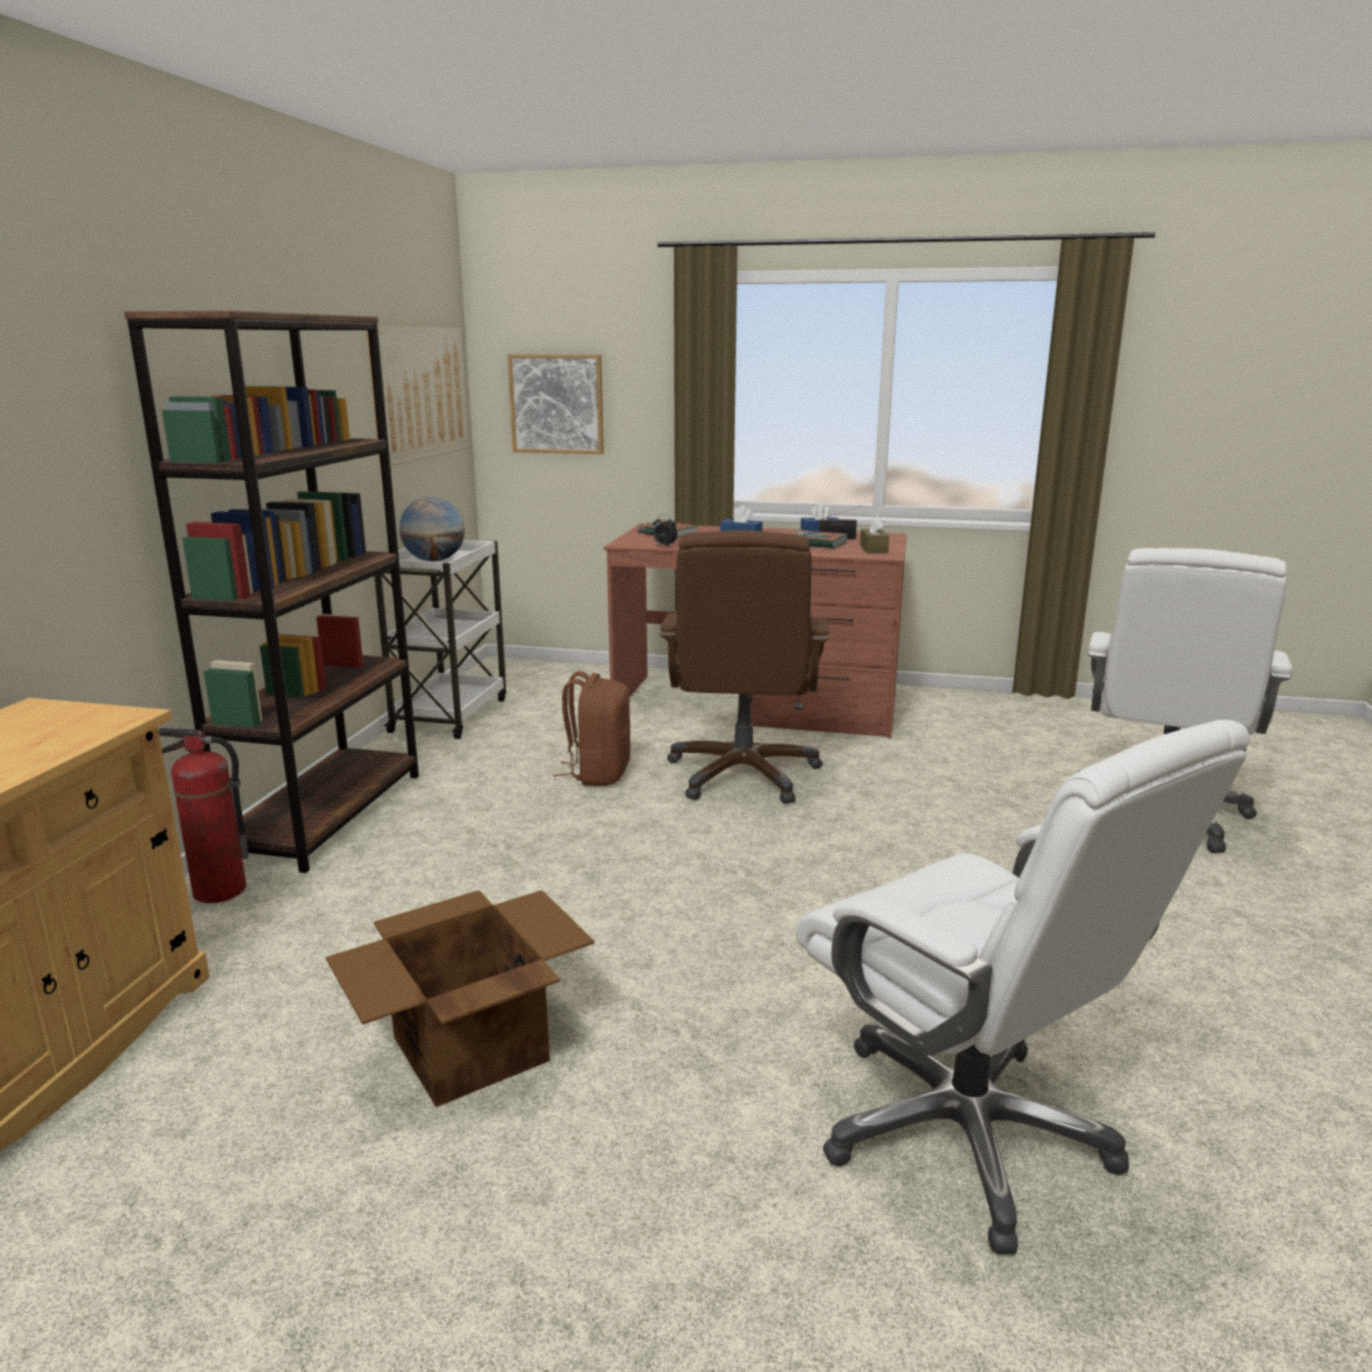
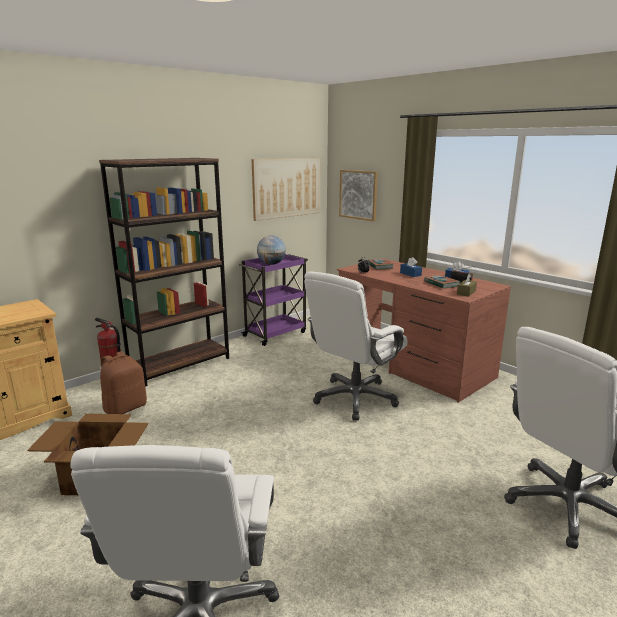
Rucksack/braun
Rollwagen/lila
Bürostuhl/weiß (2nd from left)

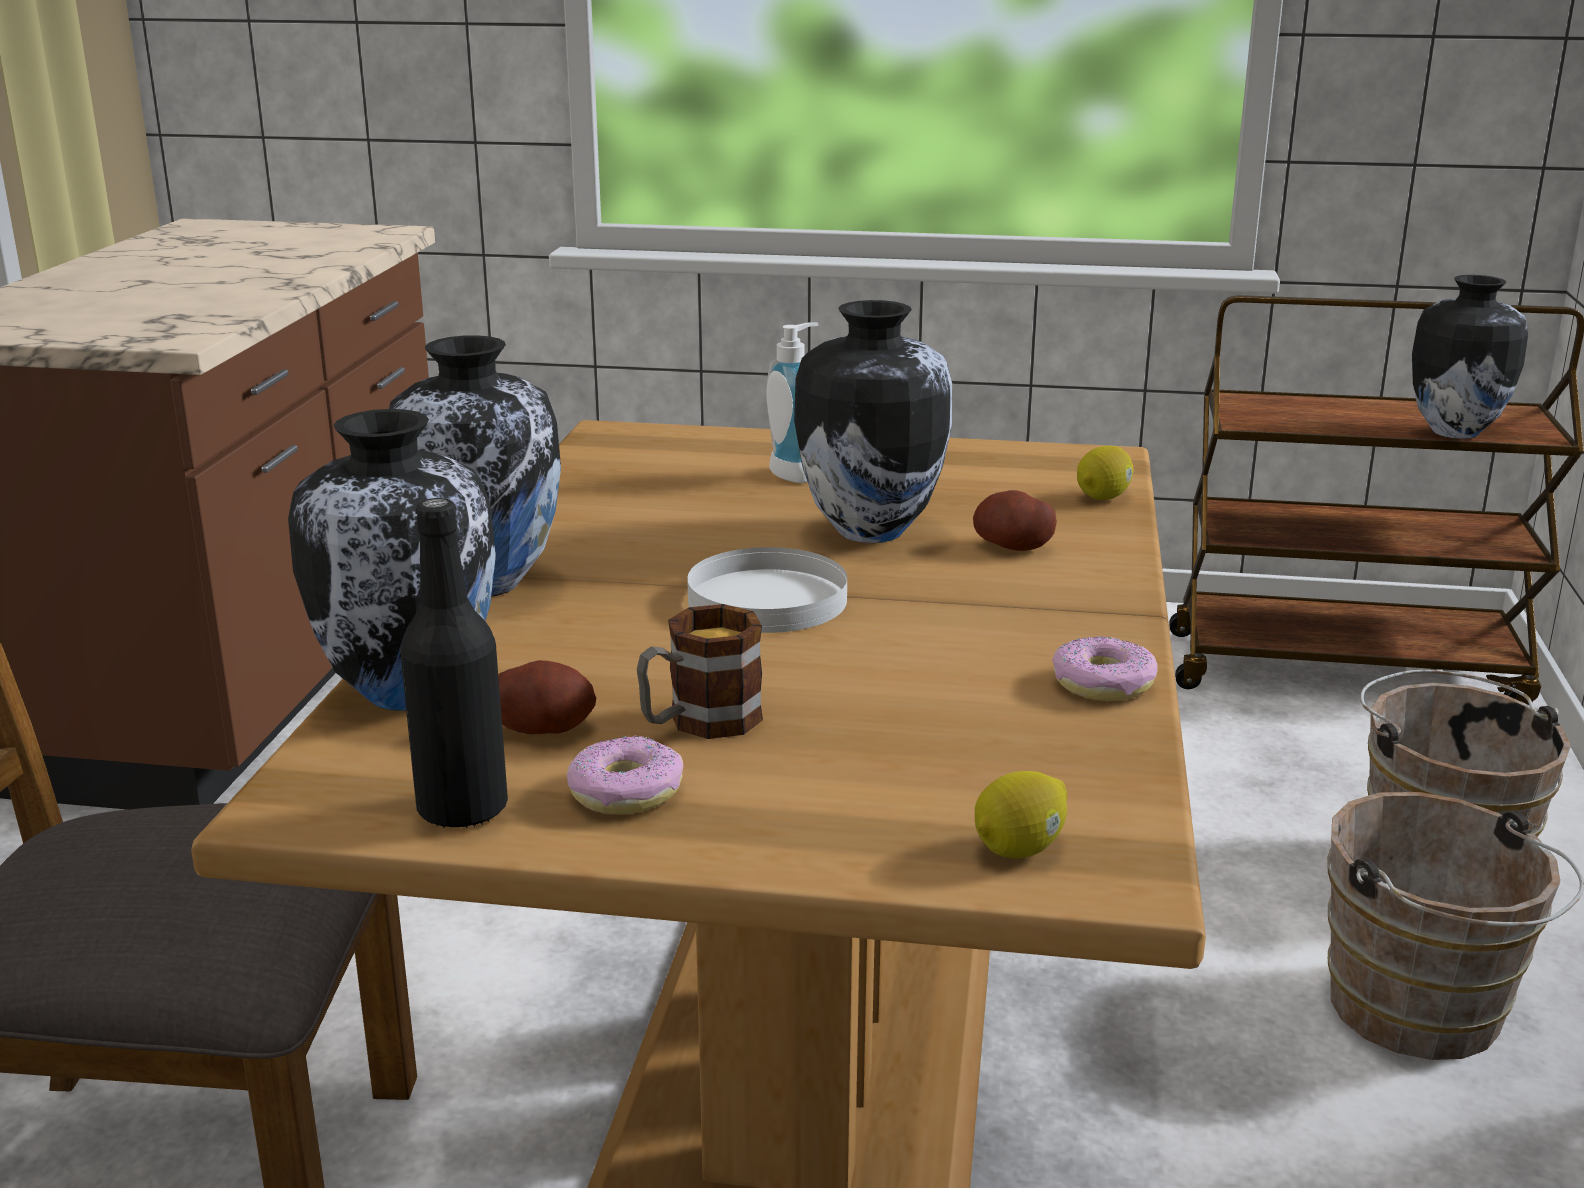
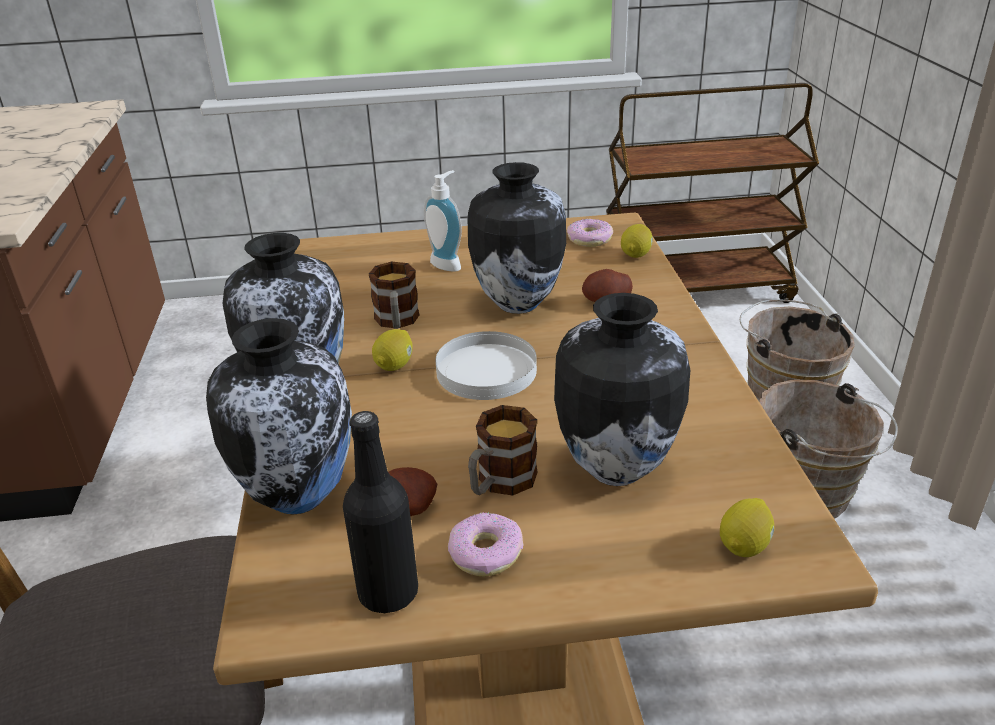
Henkelbecher (1st from left)
Zitrone (1st from left)
Donut (2nd from left)
Vase (4th from left)

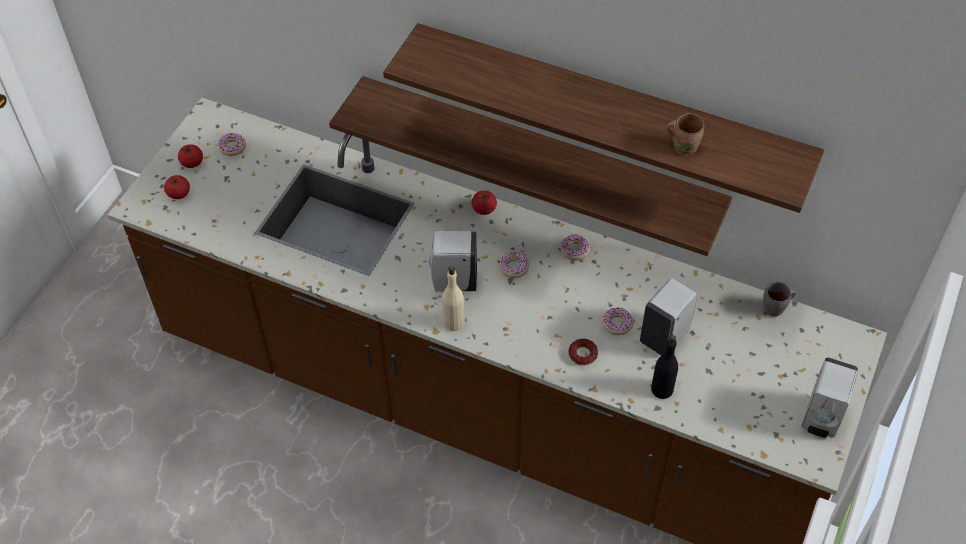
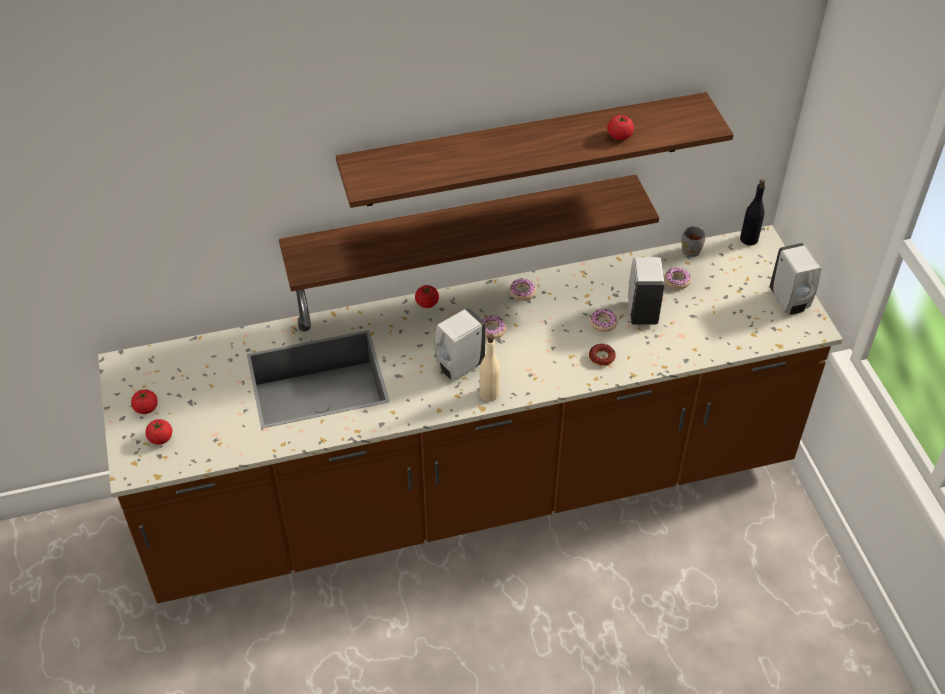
Donut (5th from left)
Flasche/schwarz
Tomate (4th from left)

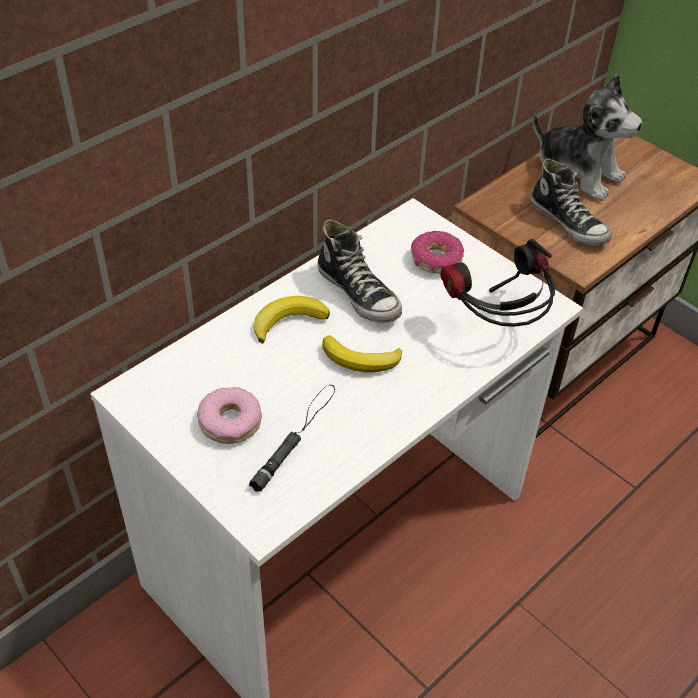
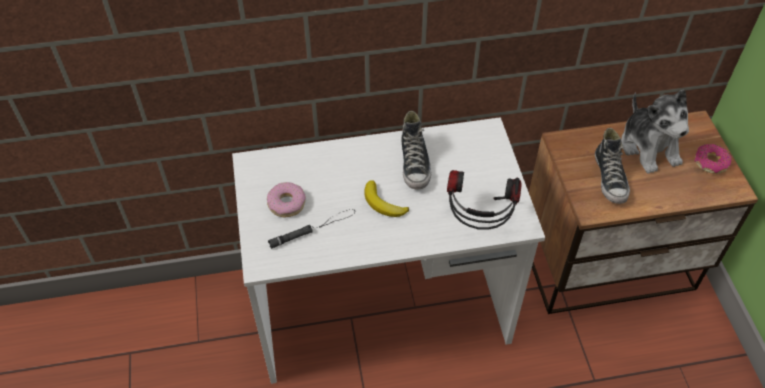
Banane (1st from left in the first image)
Donut (2nd from left)

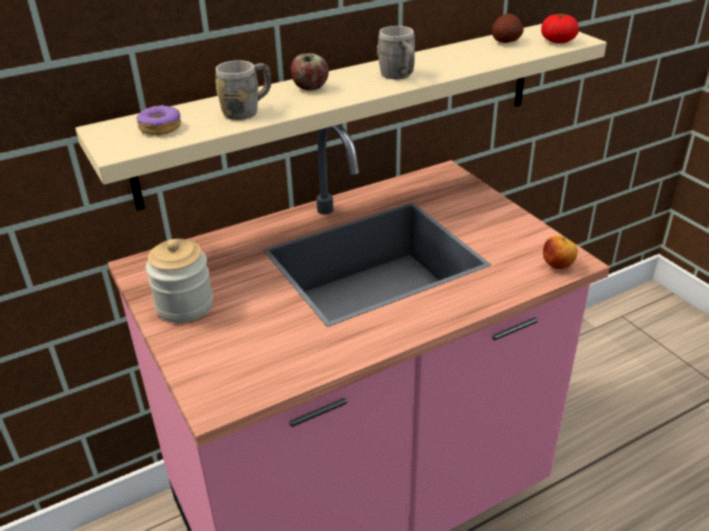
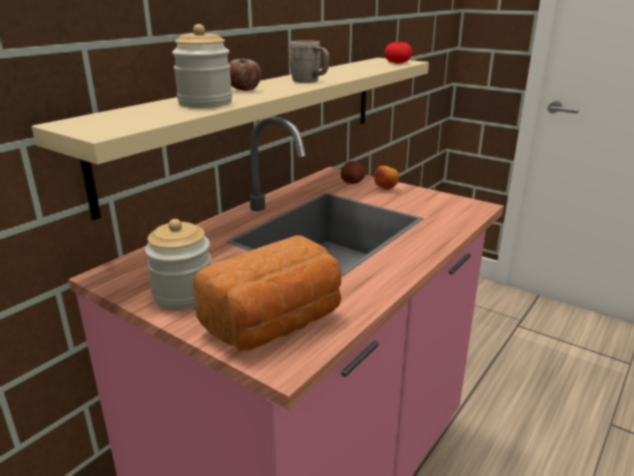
Donut
Brot
Kartoffel
Apfel (2nd from left)
Vorratsglas (2nd from left)

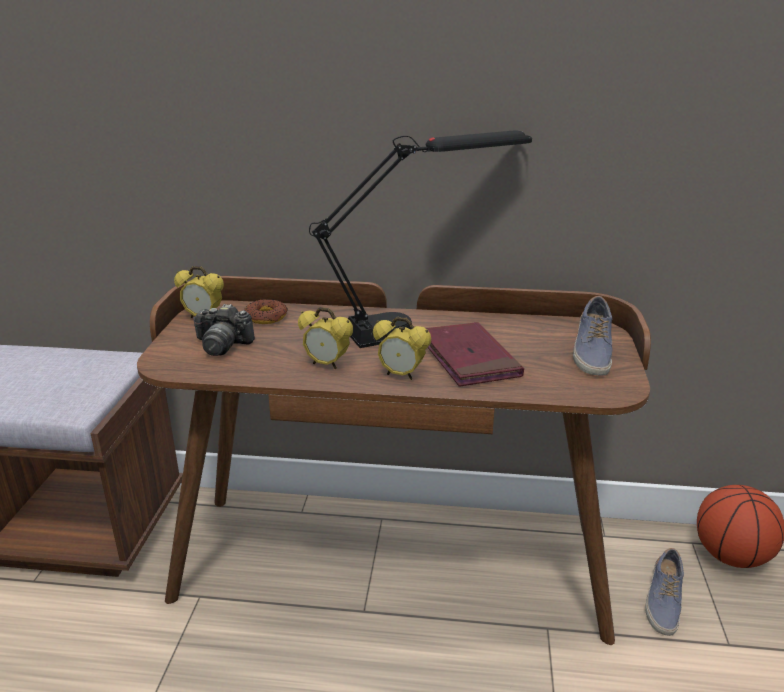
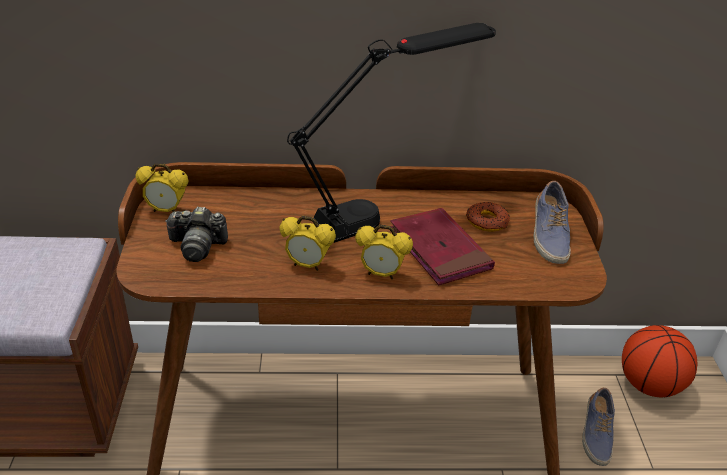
Donut

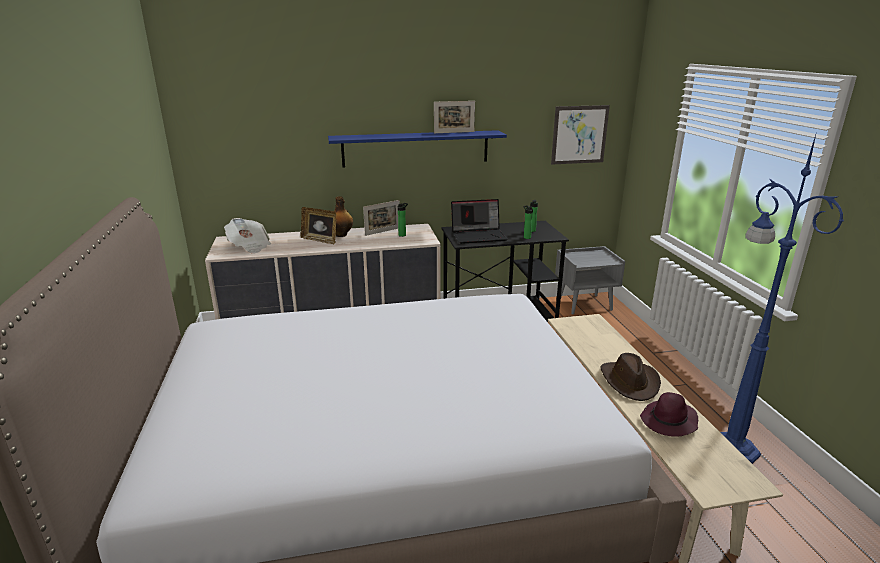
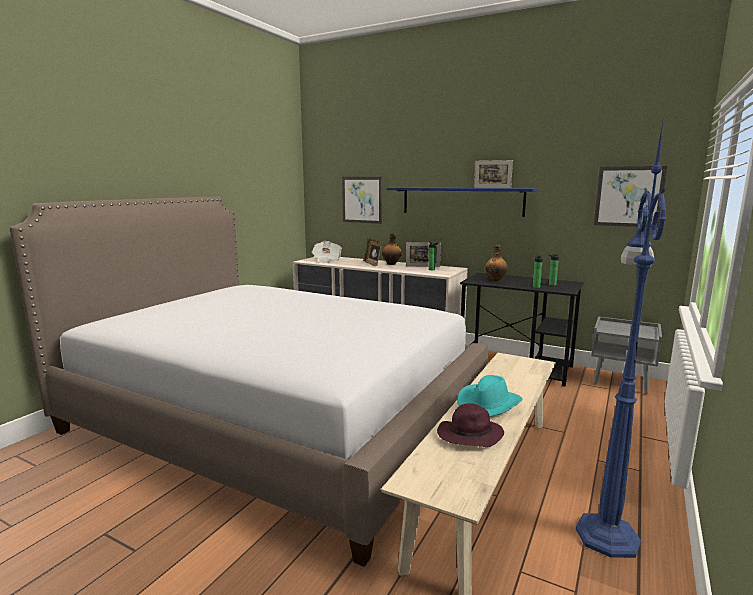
Bild (1st from left)
Flasche (3rd from left)
Hut/türkis

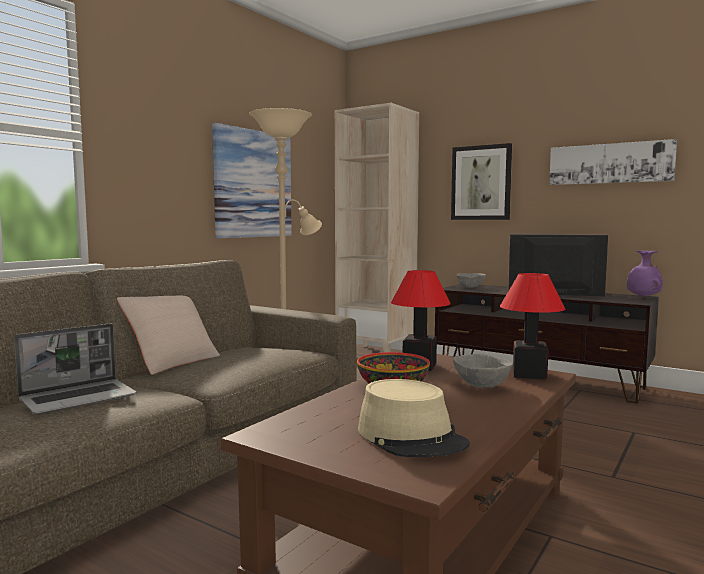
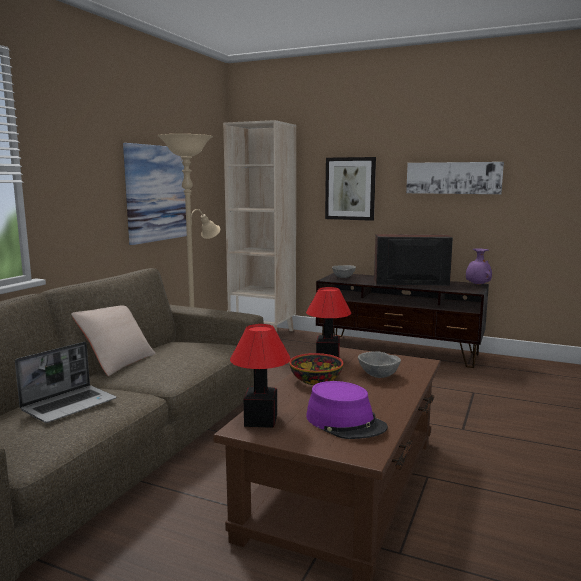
Tischlampe (1st from left)
Hut/lila

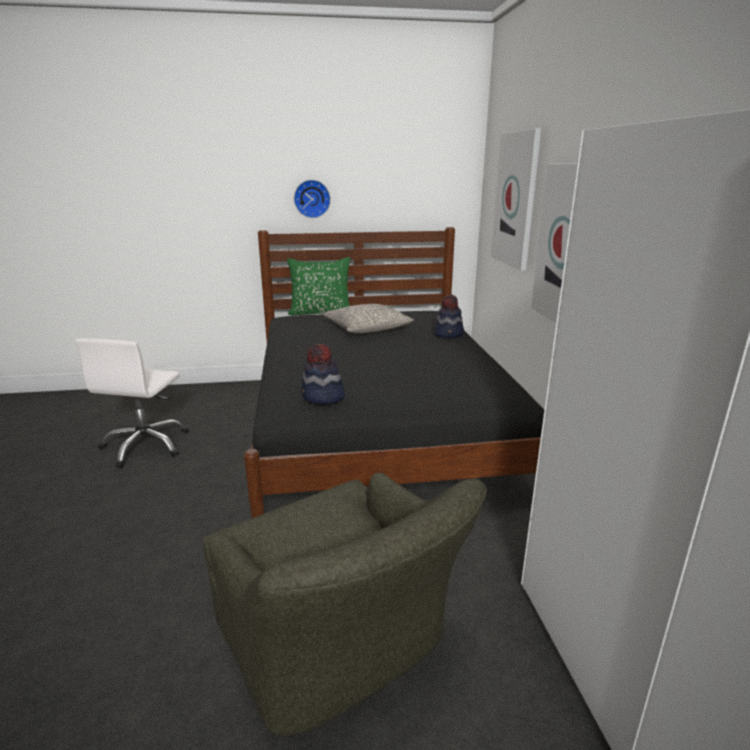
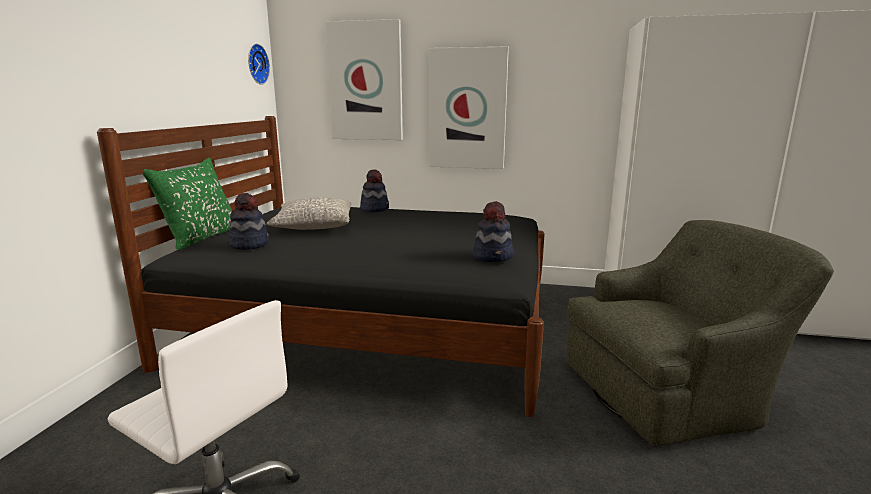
Hut (1st from left)
Wanduhr

